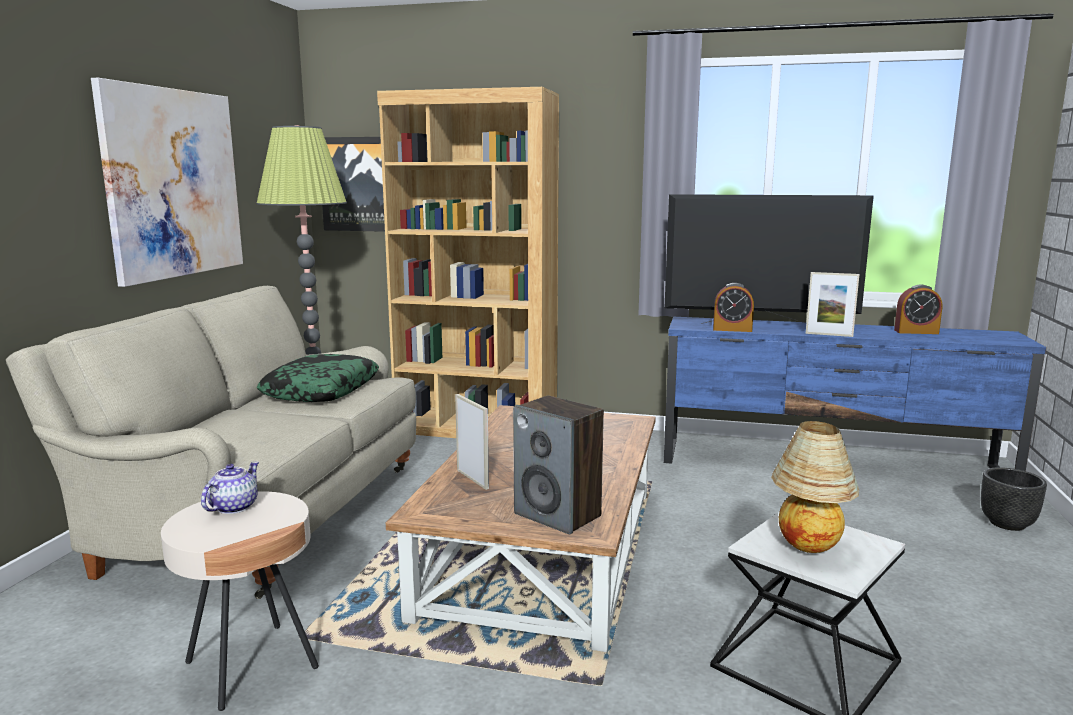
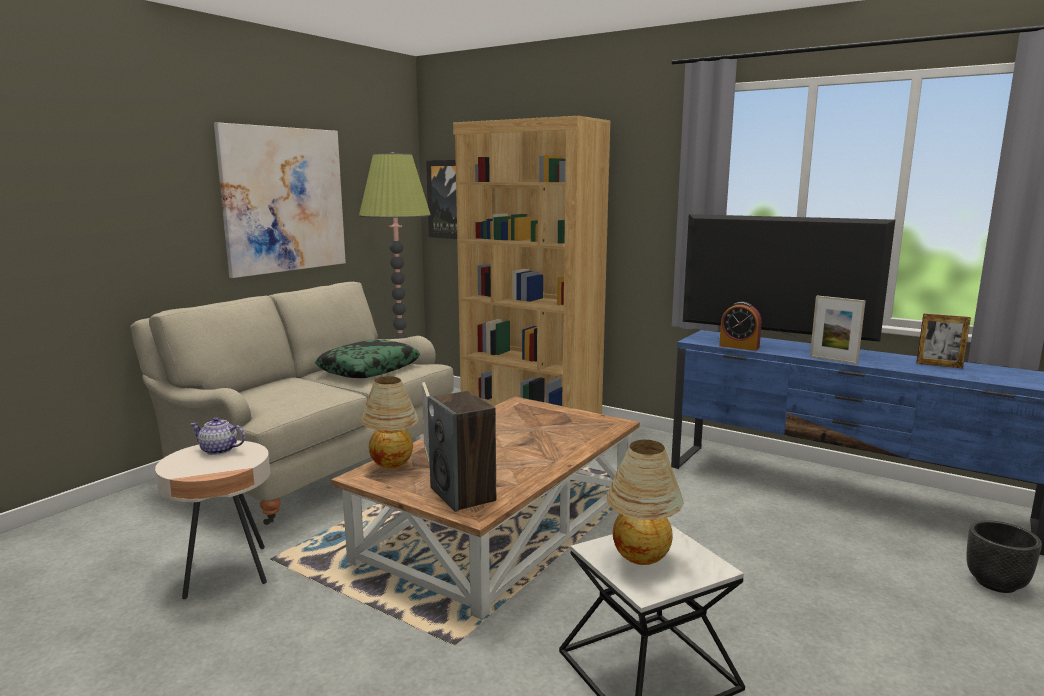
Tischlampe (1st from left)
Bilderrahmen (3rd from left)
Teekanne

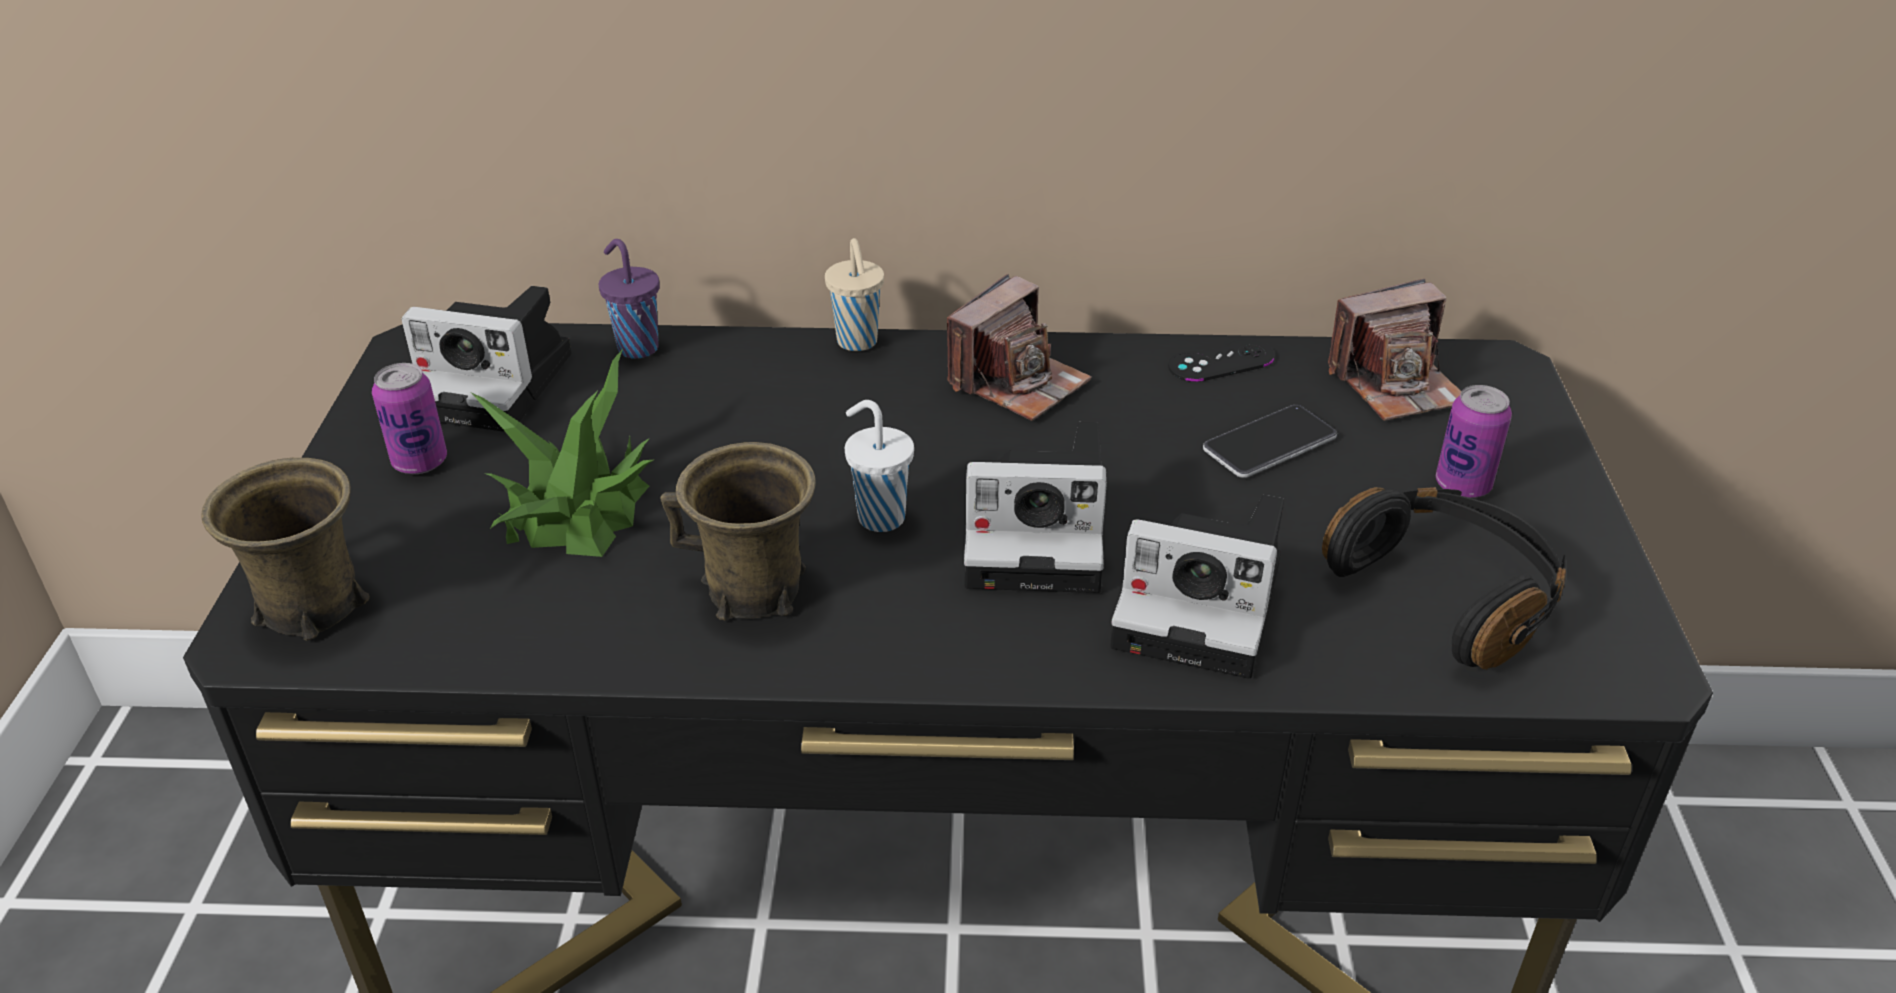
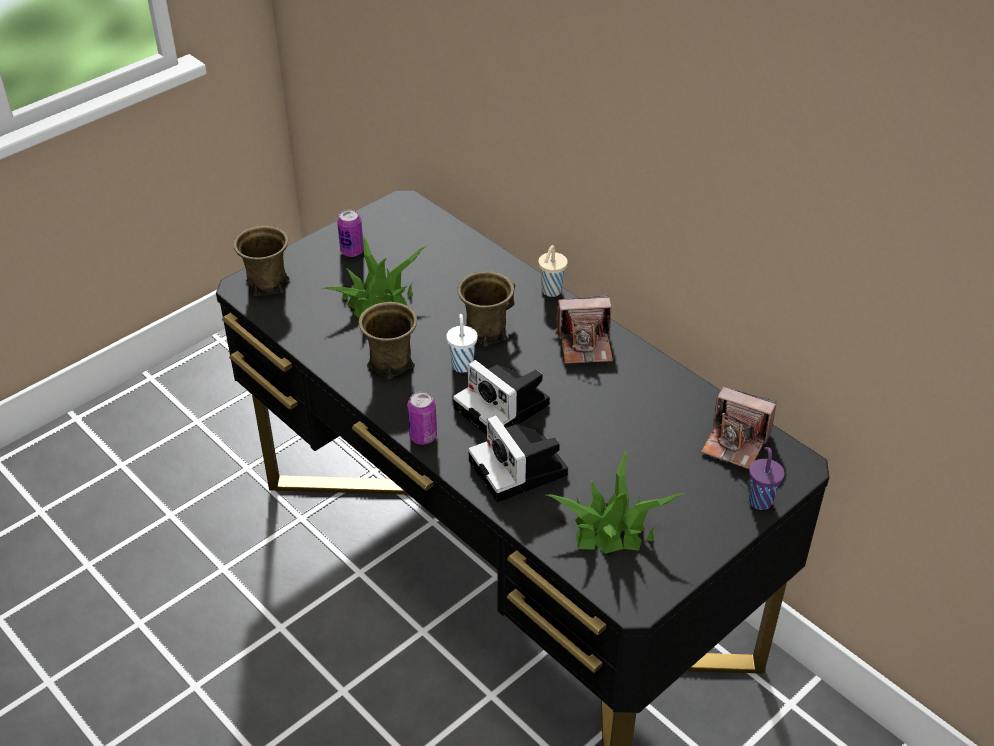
Kamera (1st from left in the first image)
Gamepad/schwarz
Handy
Henkelbecher/braun (3rd from left)
Tasse/lila
Dose (2nd from left)
Topfpflanze (2nd from left)

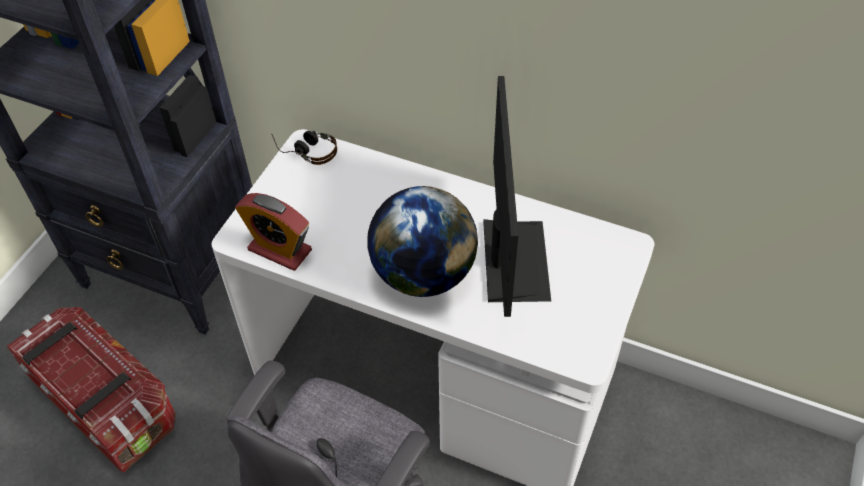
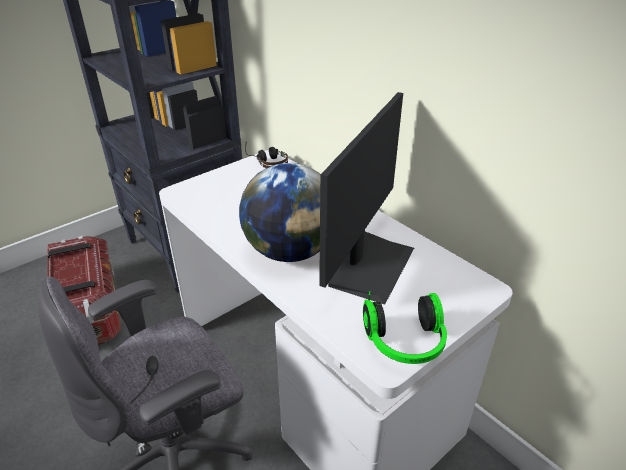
Wecker
Kopfhörer (2nd from left)

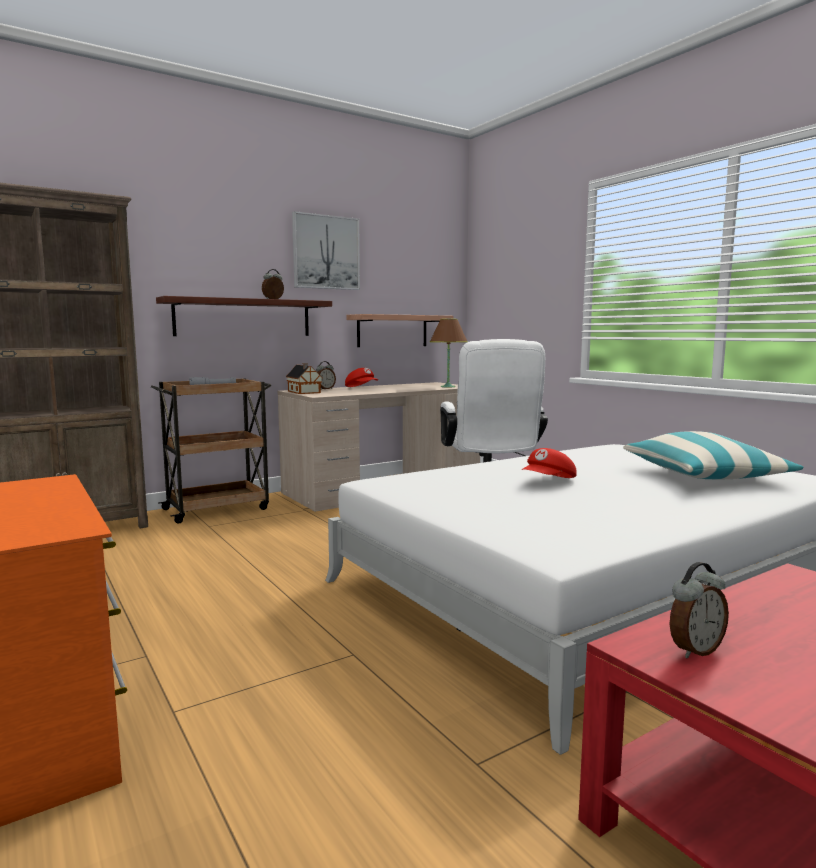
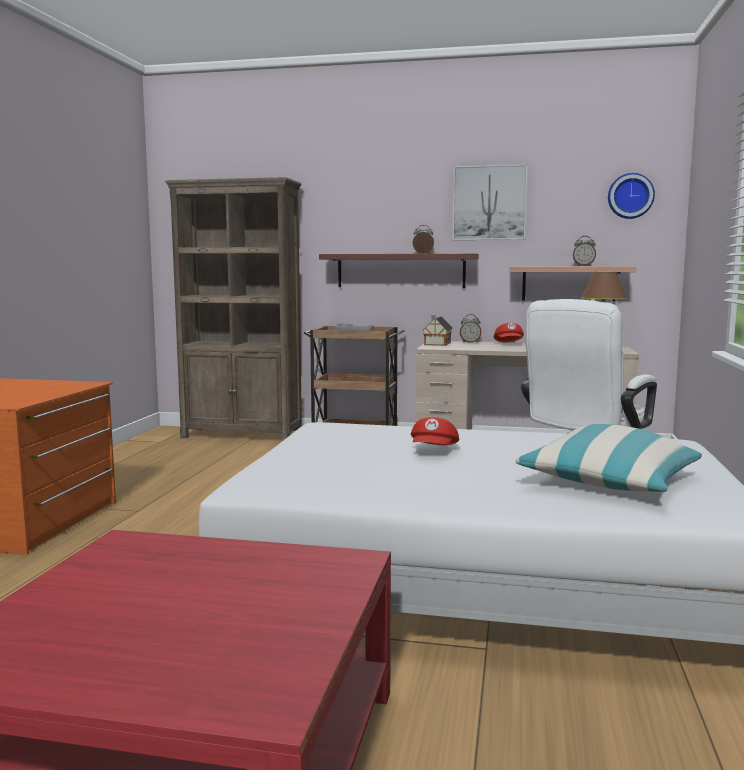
Wanduhr
Wecker (3rd from left)
Kappe/rot (1st from left)

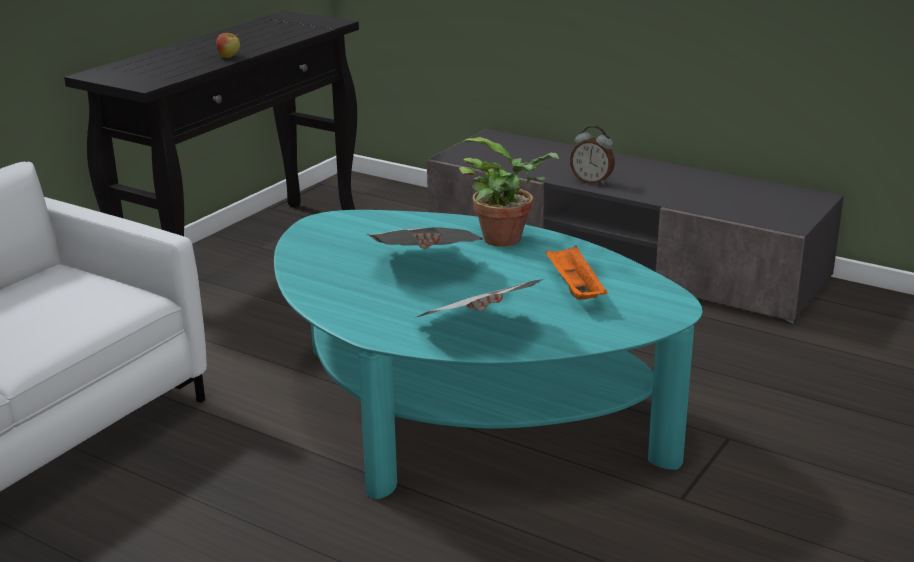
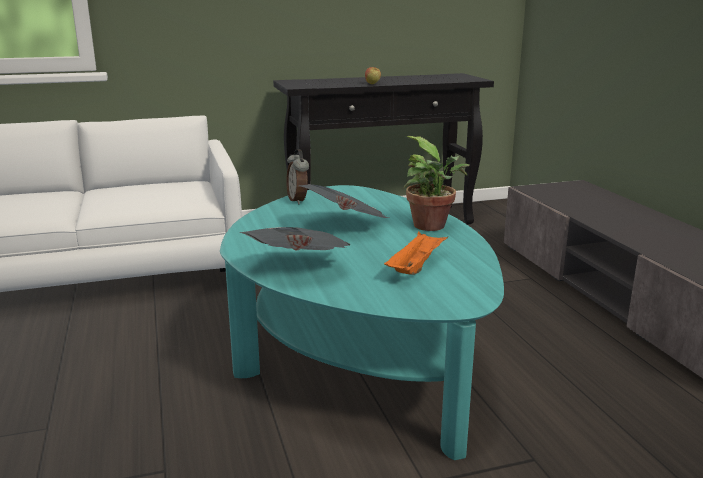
Wecker

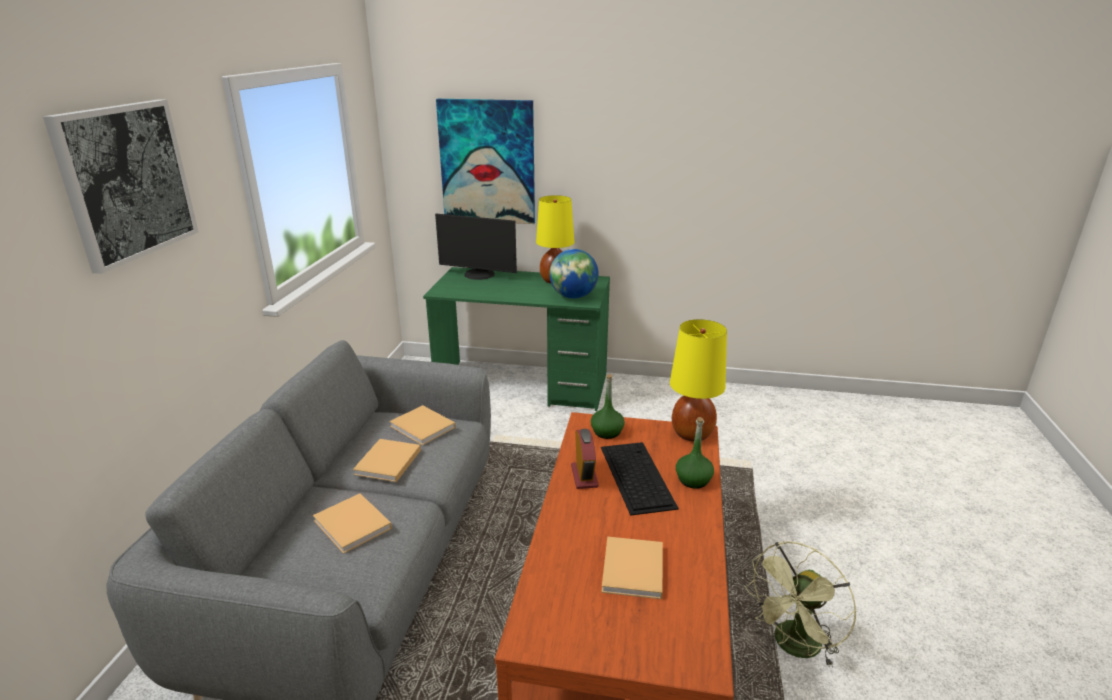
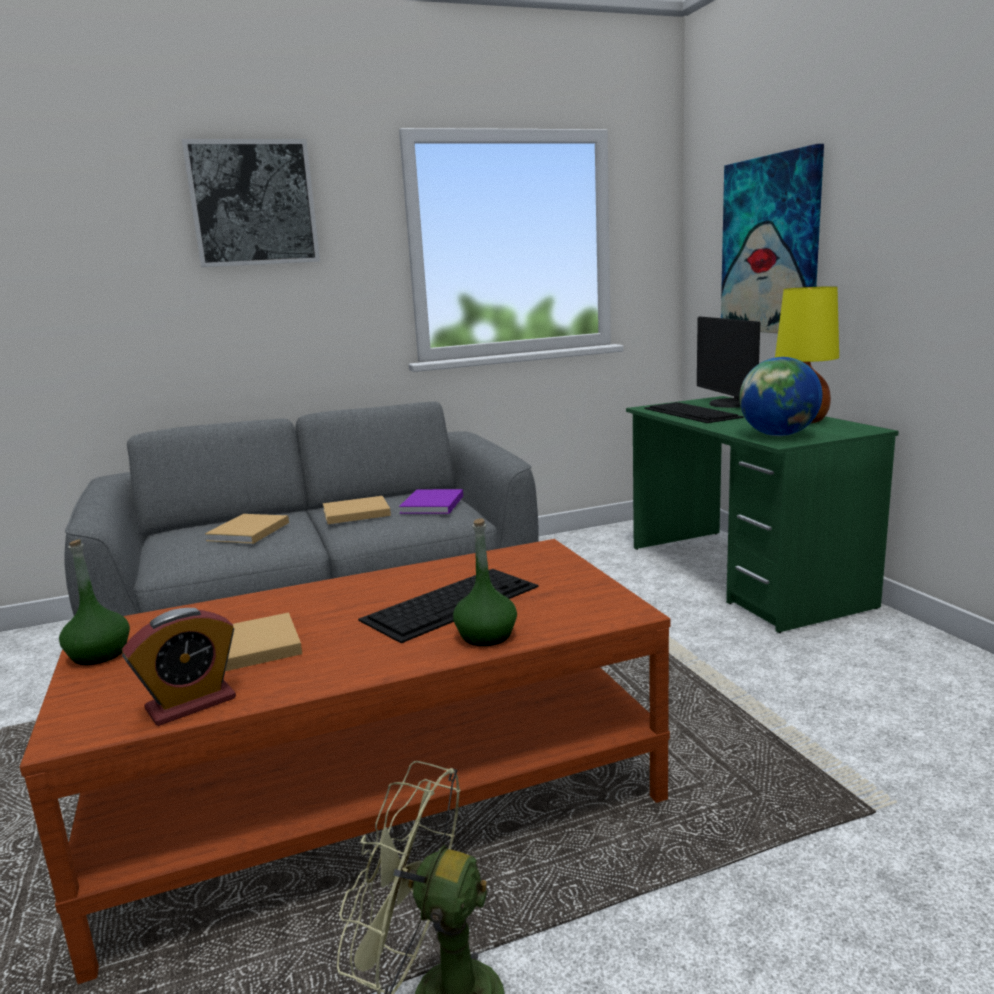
Tischlampe/gelb (2nd from left in the first image)
Tastatur (2nd from left)
Wecker
Flasche/grün (1st from left)
Buch/lila

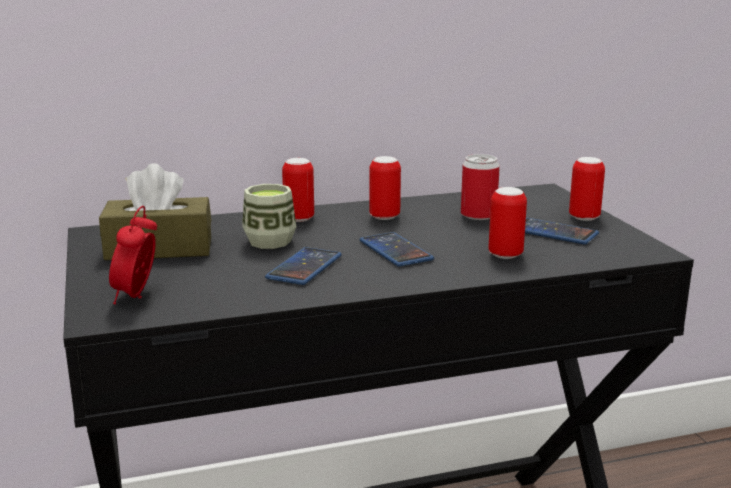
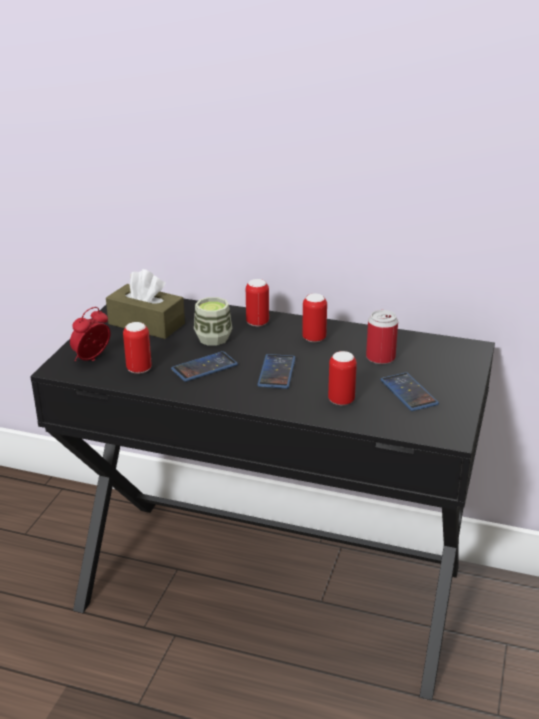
Dose (1st from left)

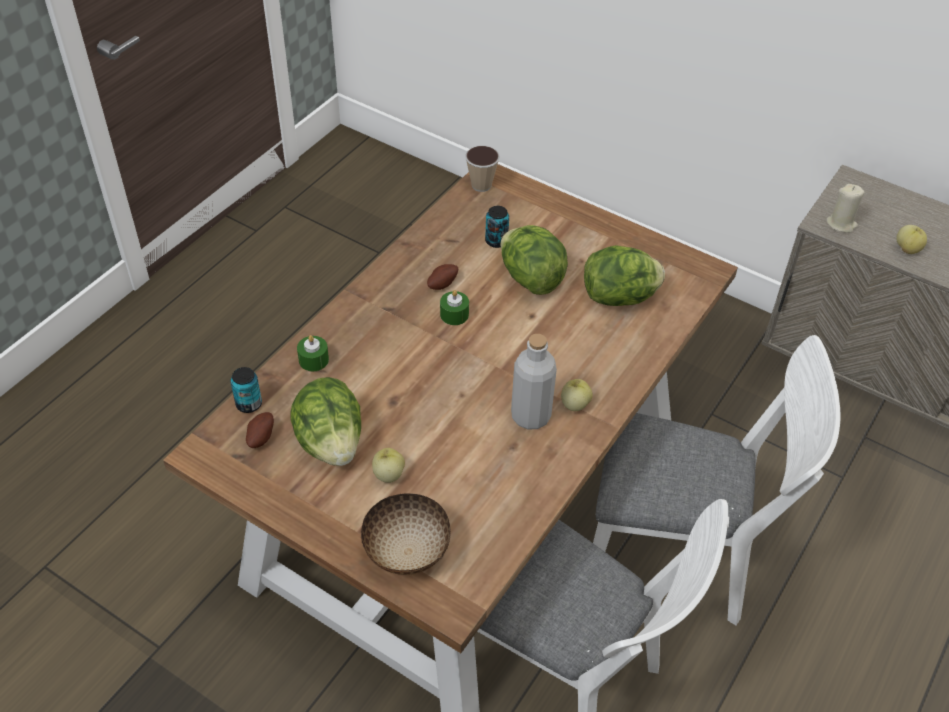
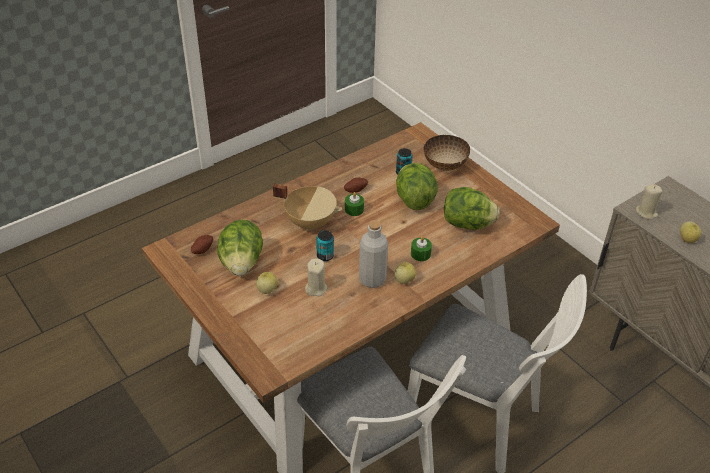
Tasse
Kochtopf/beige
Kerze/beige (1st from left)
Dose (1st from left)
Kerze/grün (2nd from left)
Schüssel

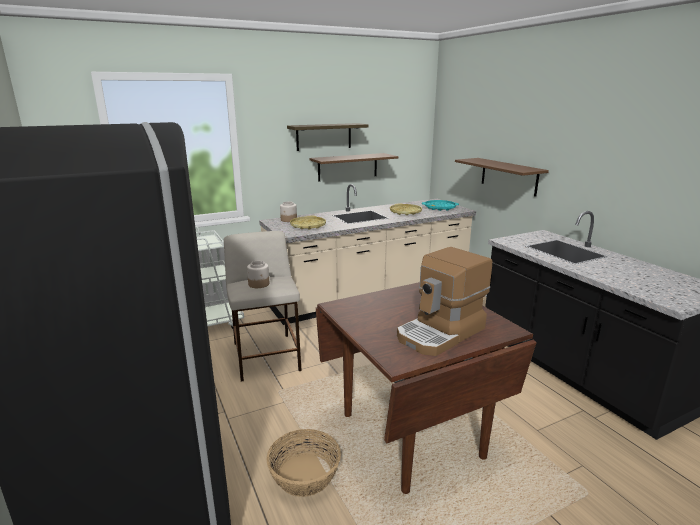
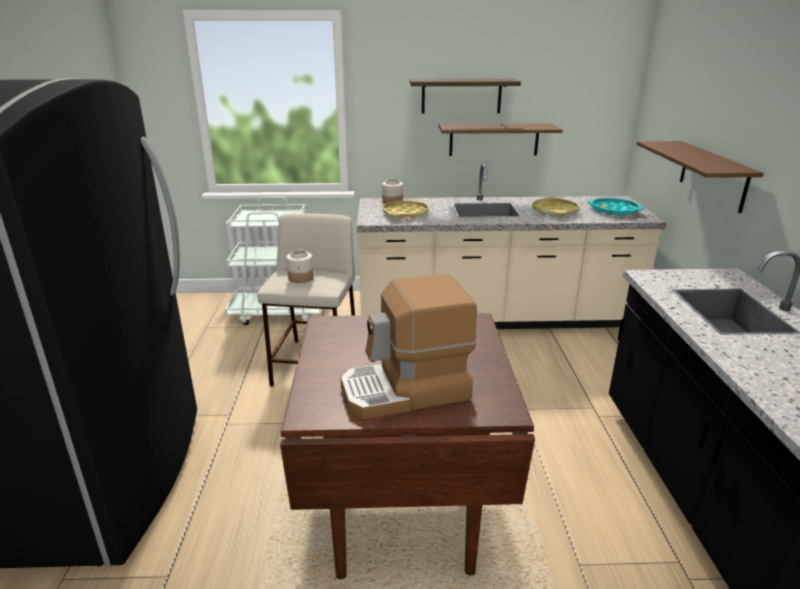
Korb

